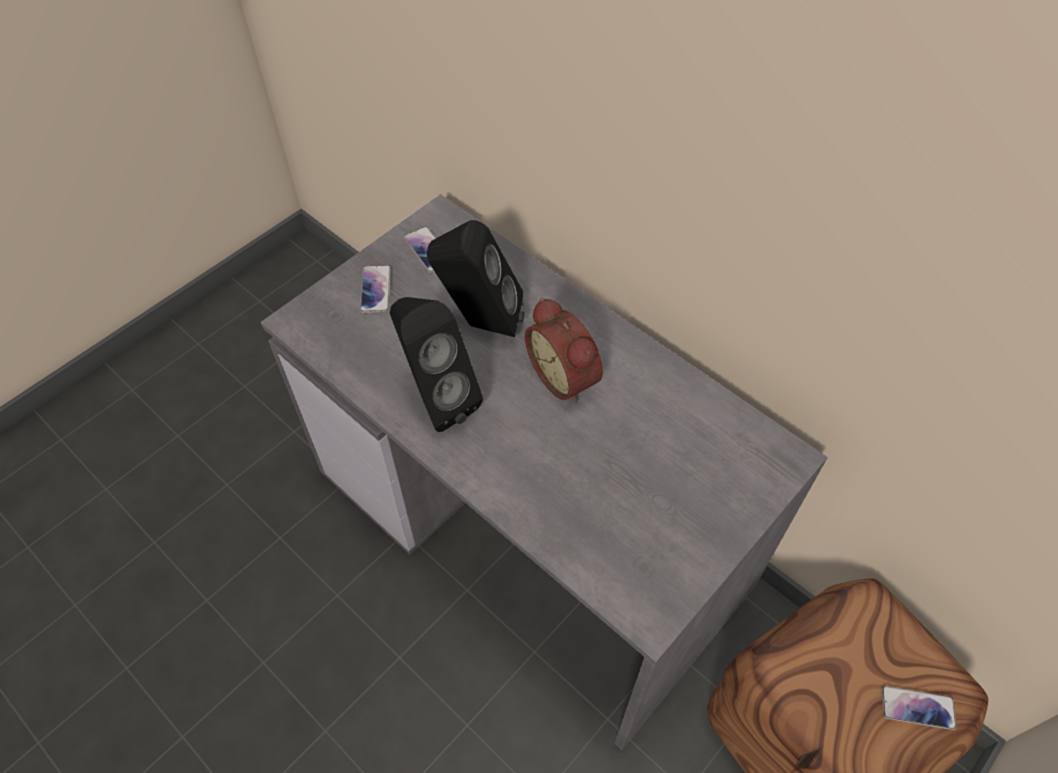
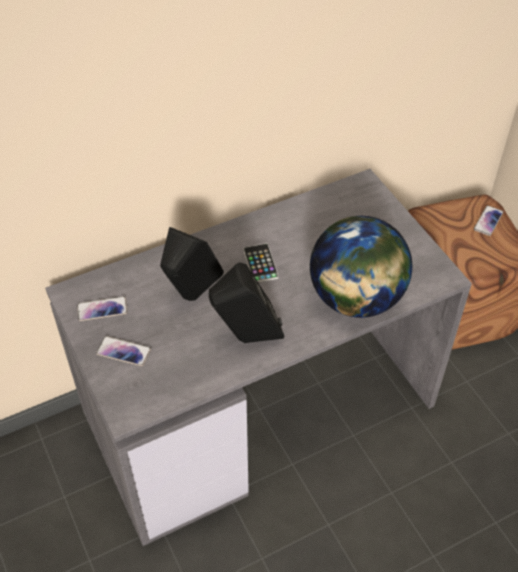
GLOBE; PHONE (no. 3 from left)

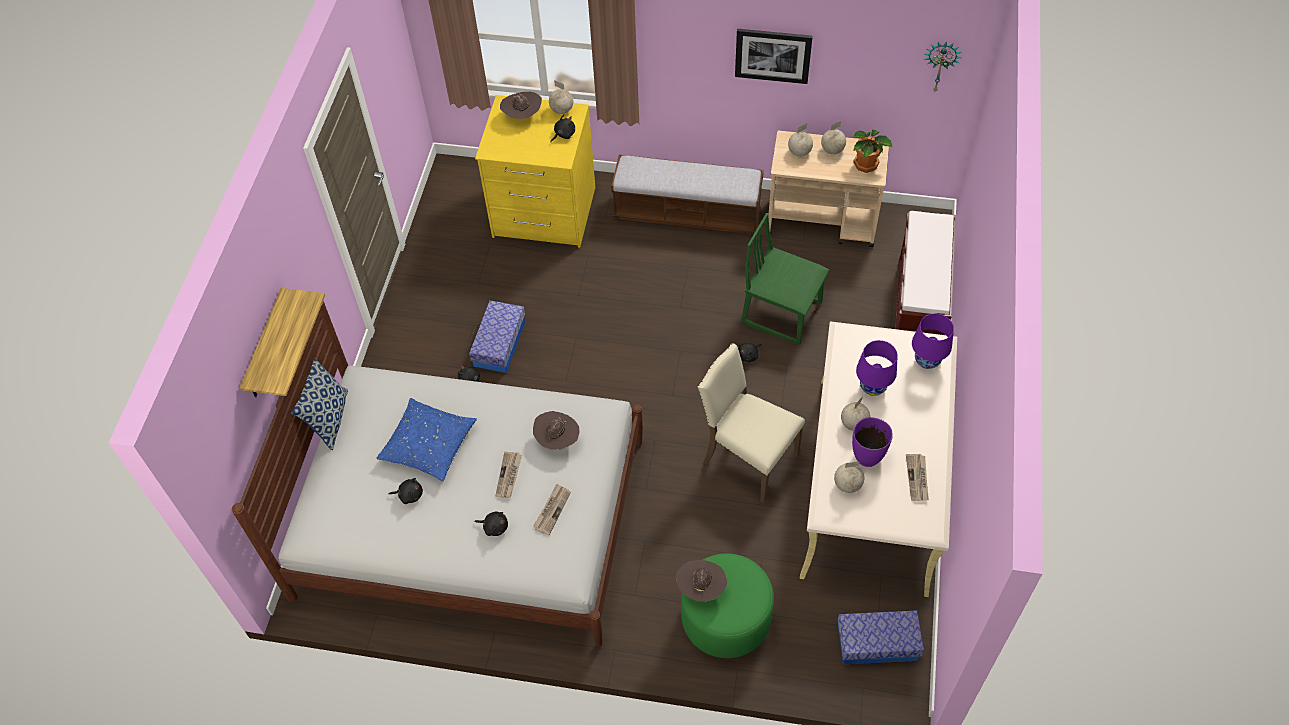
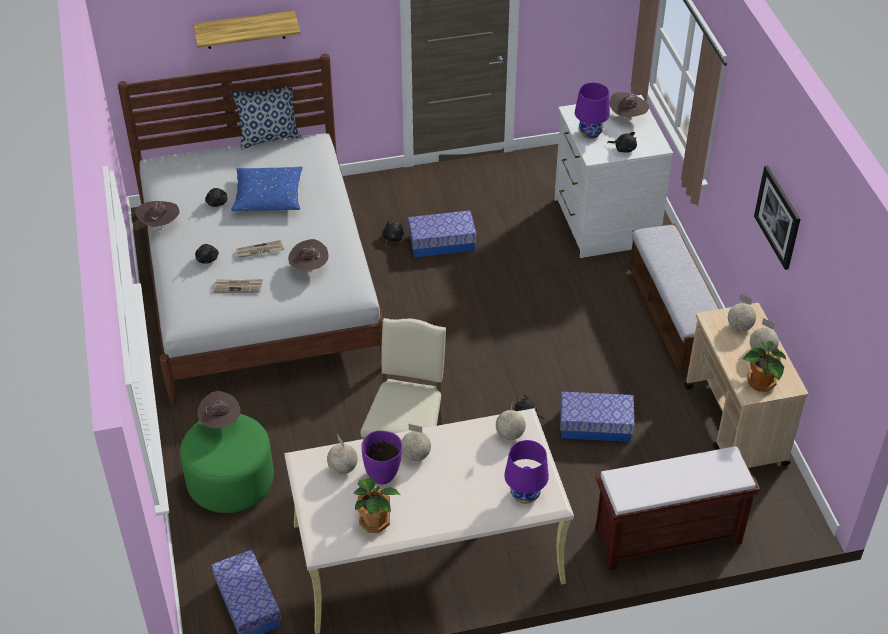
WALL CLOCK; BROWN HAT (no. 1 from left); GLOBE (no. 3 from left); PURPLE TABLE LAMP (no. 2 from left); STORAGE BOX (no. 3 from left); POTTED PLANT (no. 1 from left); WHITE DRESSER

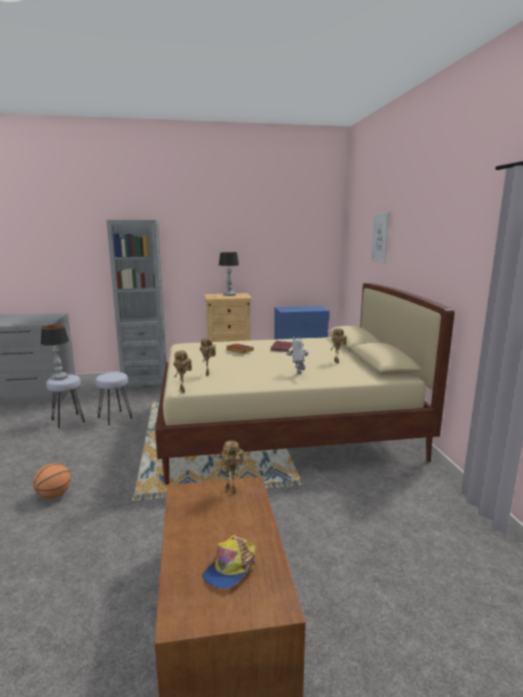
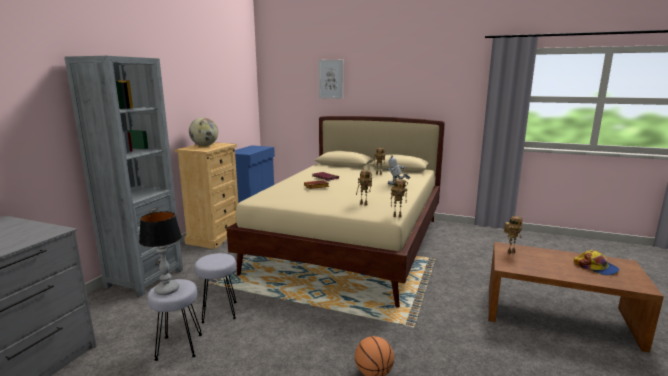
GLOBE

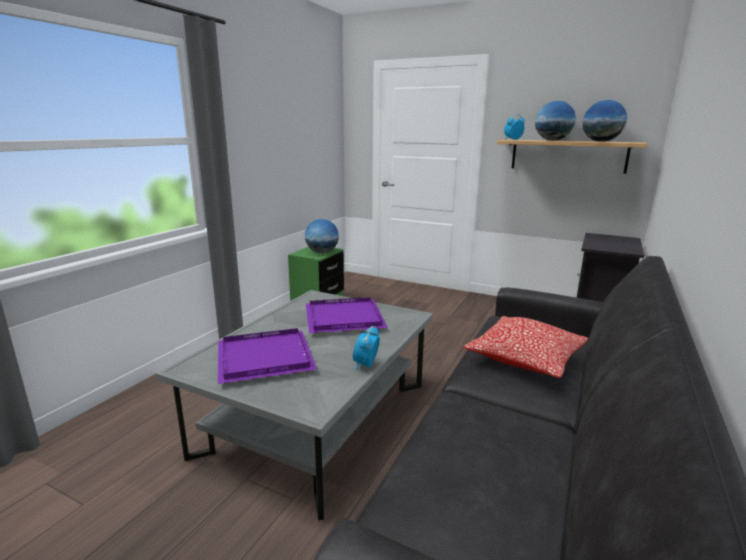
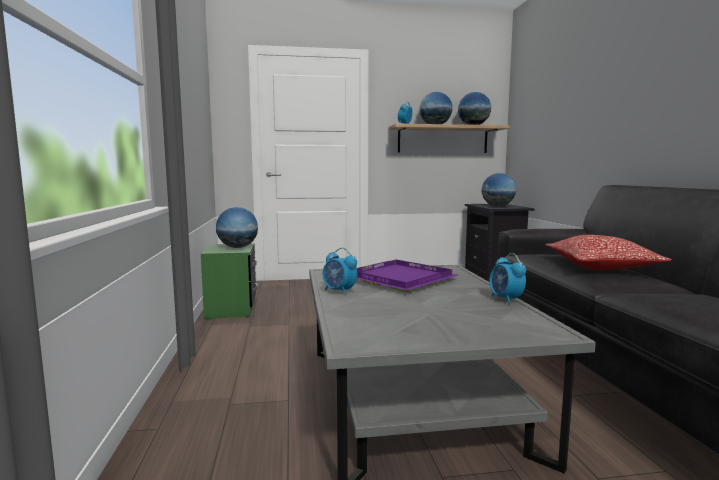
PURPLE TRAY (no. 1 from left in the first image); ALARM CLOCK (no. 1 from left); GLOBE (no. 4 from left)

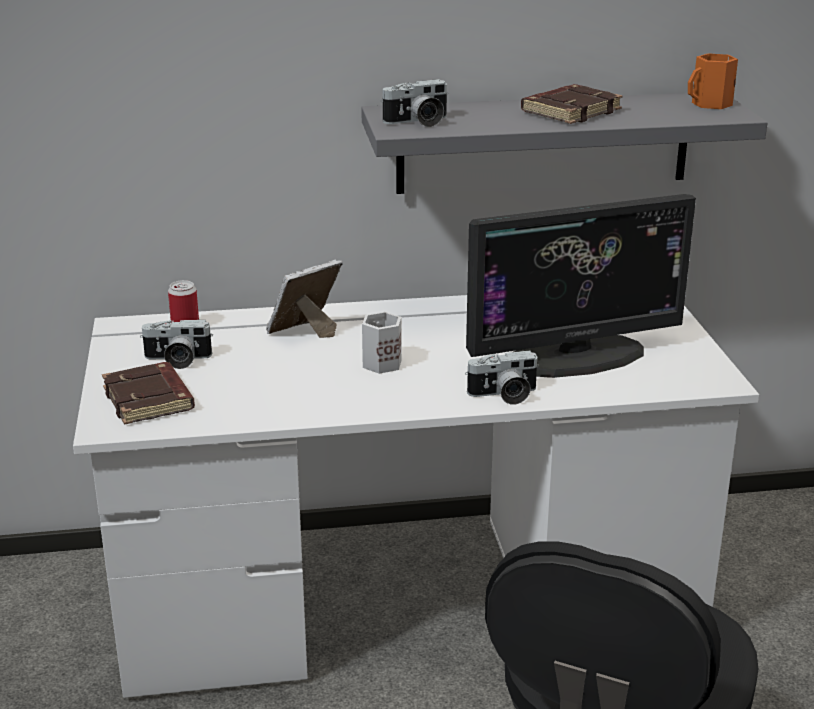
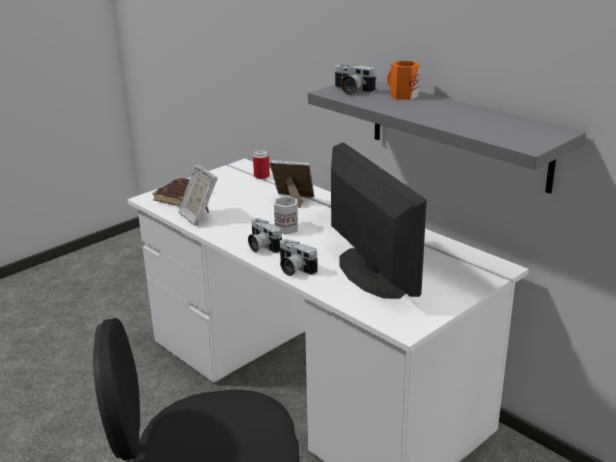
BROWN BOOK (no. 2 from left in the first image); PICTURE FRAME (no. 1 from left); PHOTO CAMERA (no. 1 from left); ORANGE MUG; MONITOR

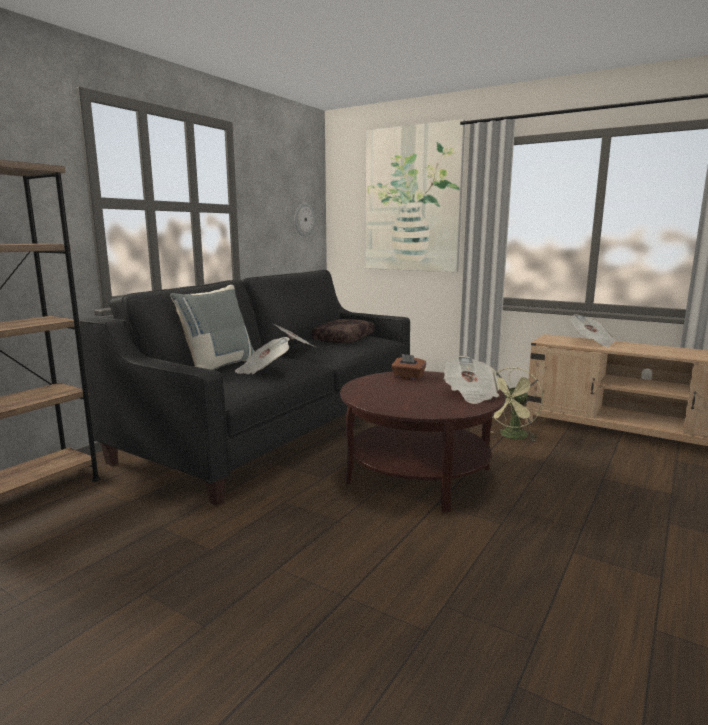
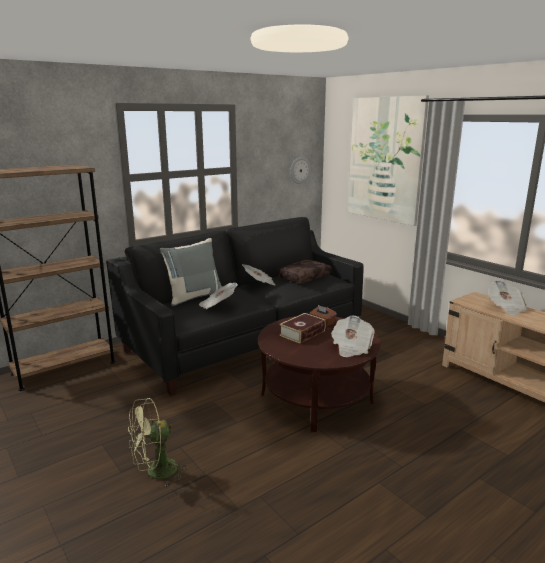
BOOK; GREEN FAN

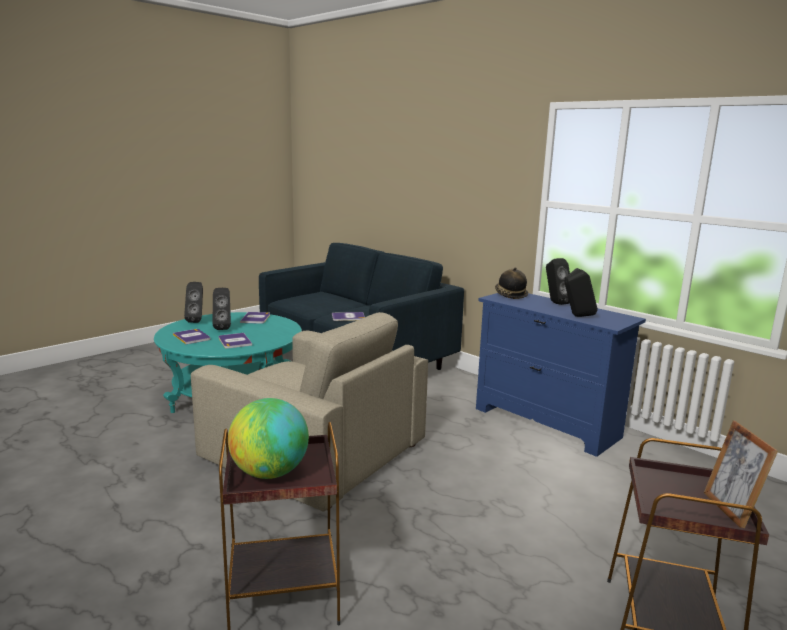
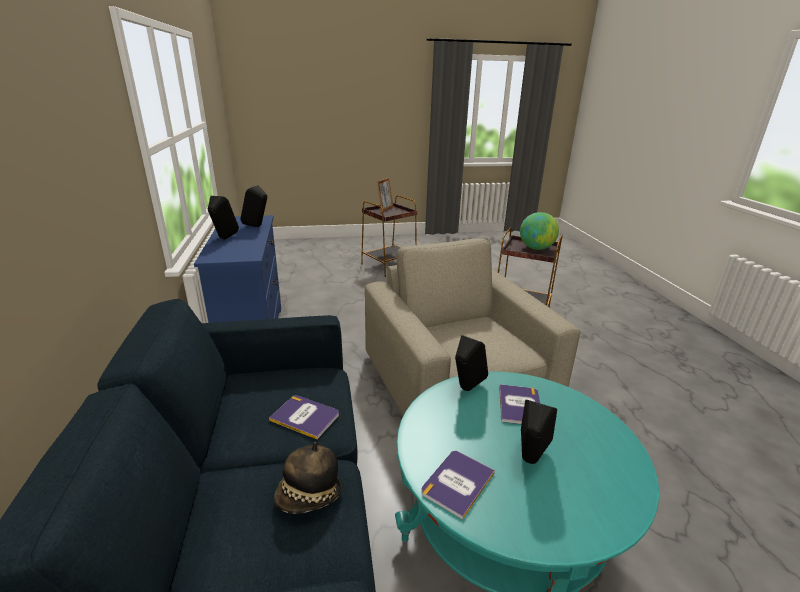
BOOK (no. 1 from left in the first image); BLACK SPEAKER (no. 3 from left); HAT

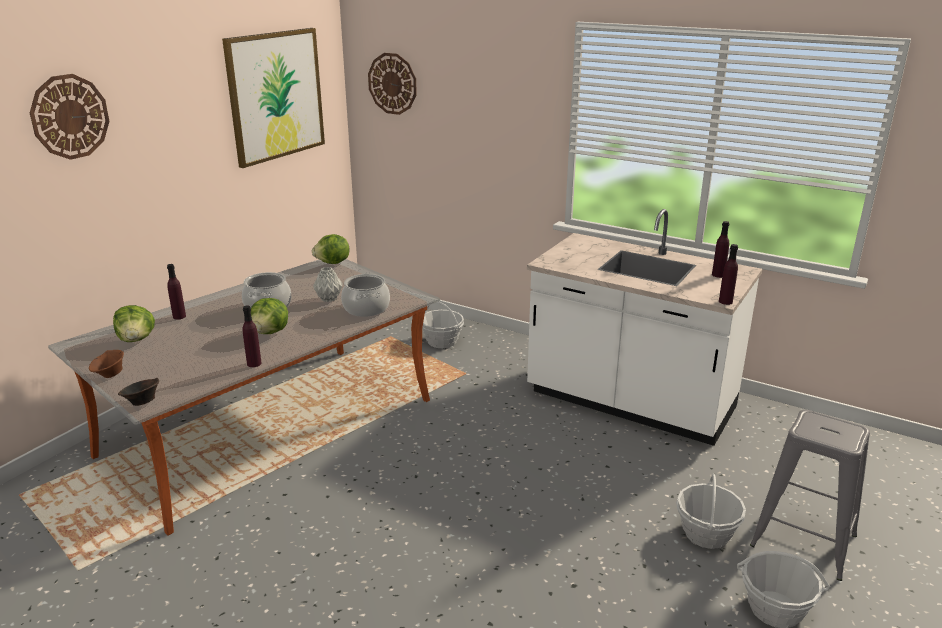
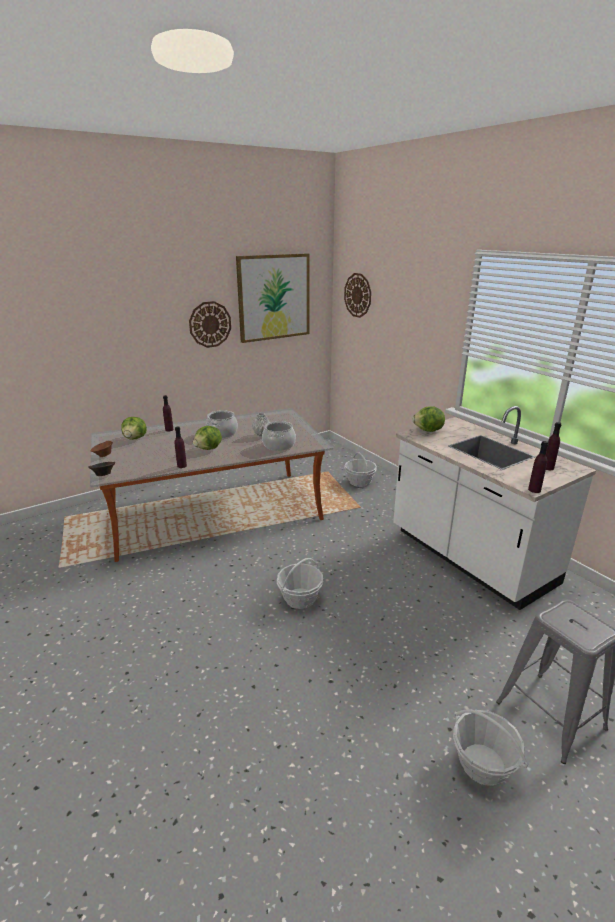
WALL CLOCK (no. 1 from left); LETTUCE (no. 3 from left); BASKET (no. 1 from left)

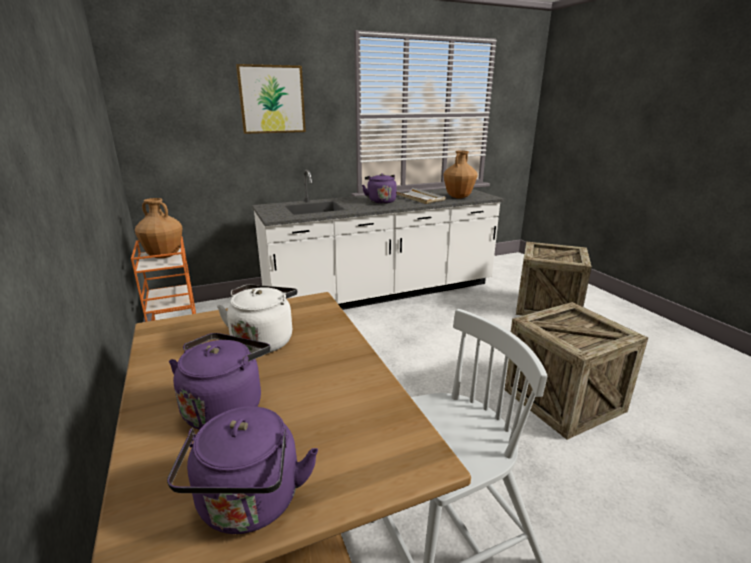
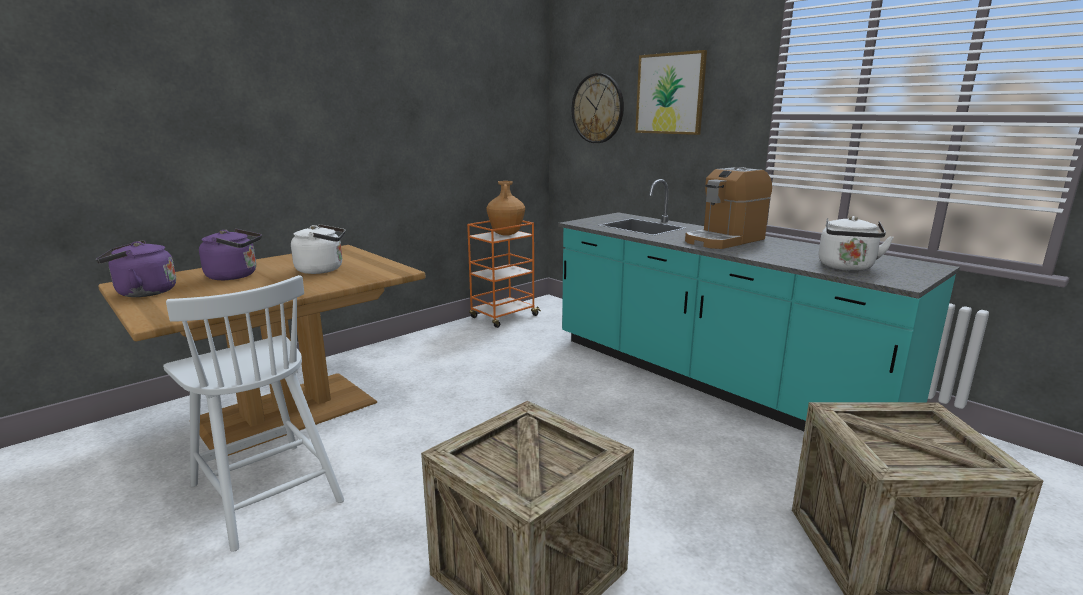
WHITE TRAY; WALL CLOCK; COFFEE MACHINE; WHITE KETTLE (no. 2 from left); TURQUOISE COUNTER

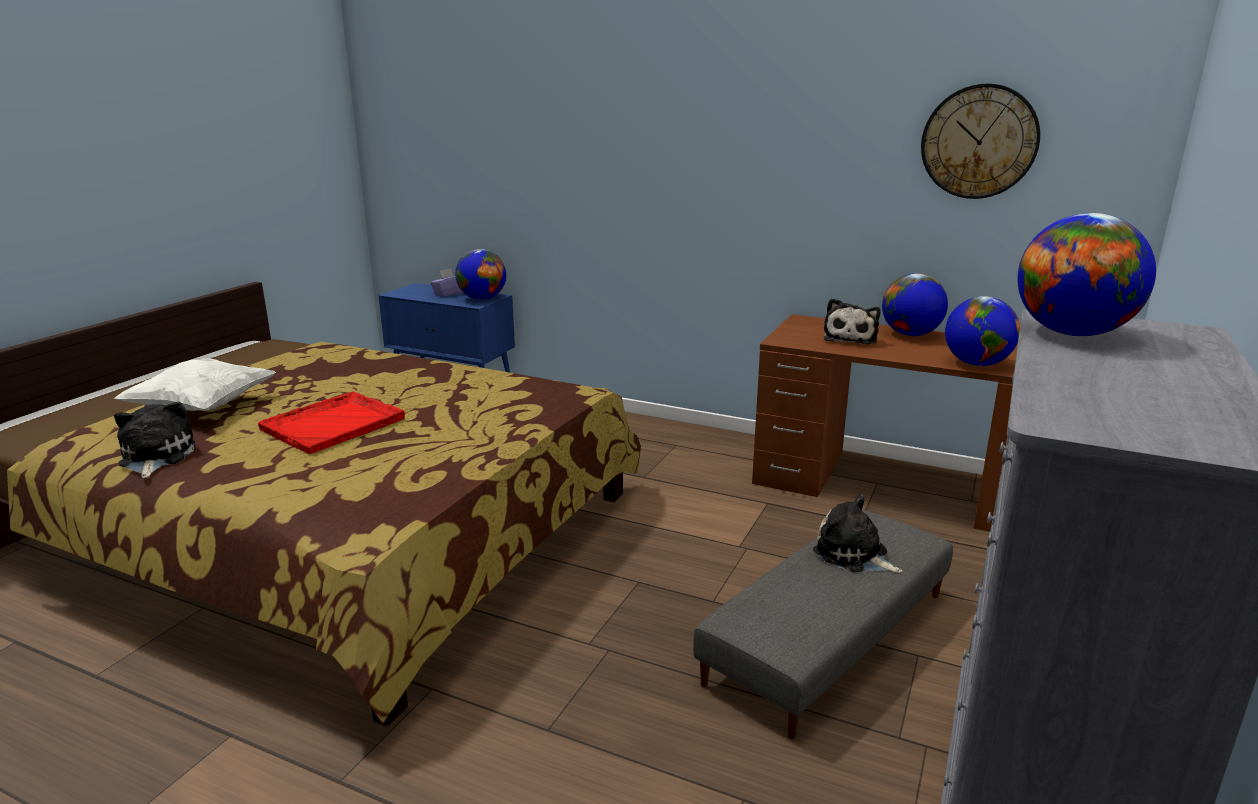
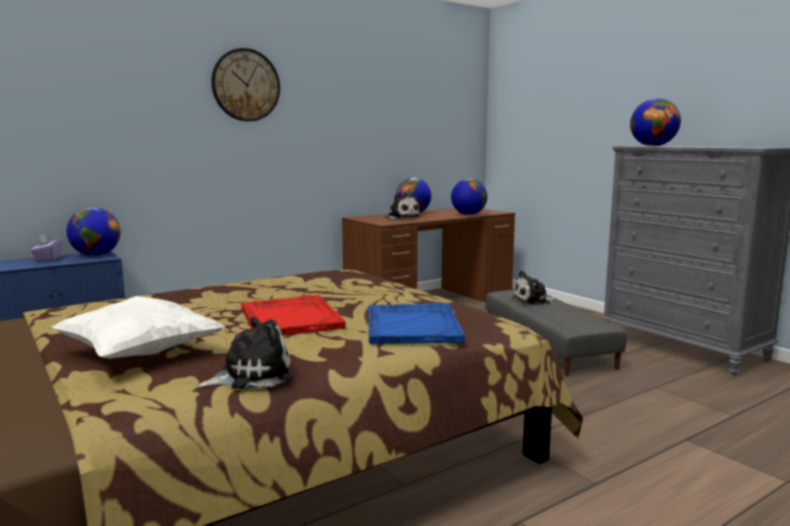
BLUE TRAY; WALL CLOCK; PLUSH TOY (no. 1 from left)

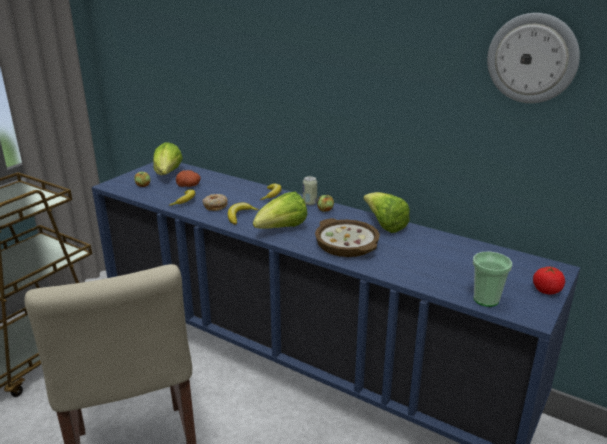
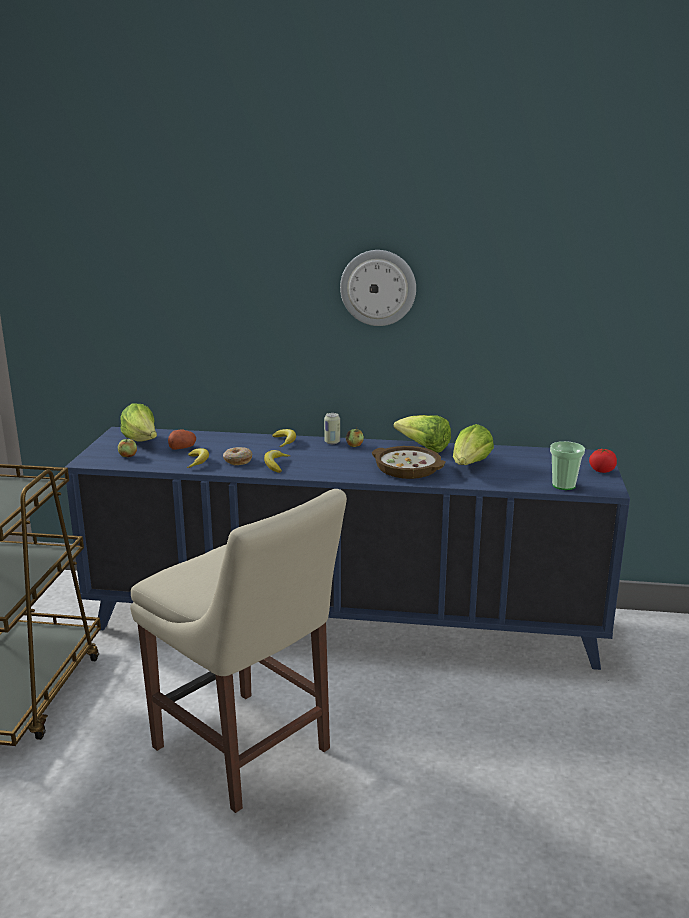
LETTUCE (no. 3 from left); WALL CLOCK

